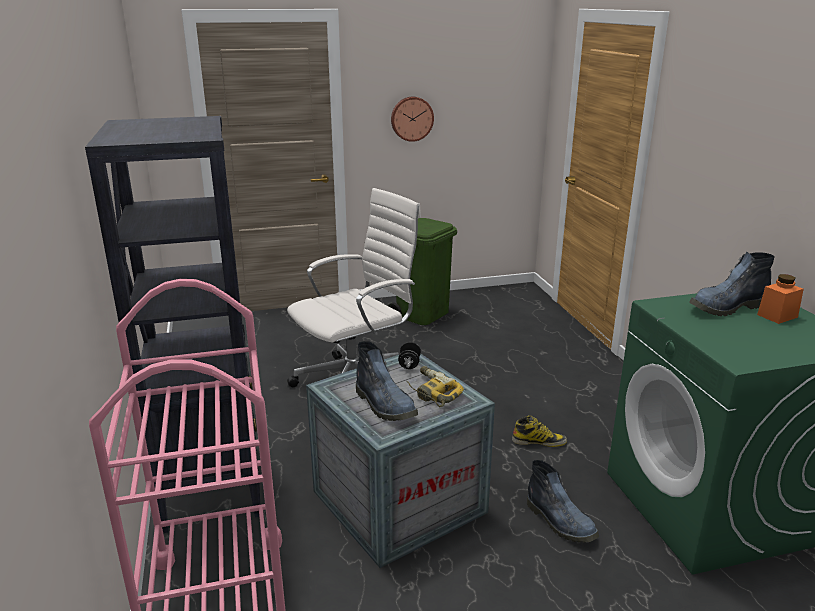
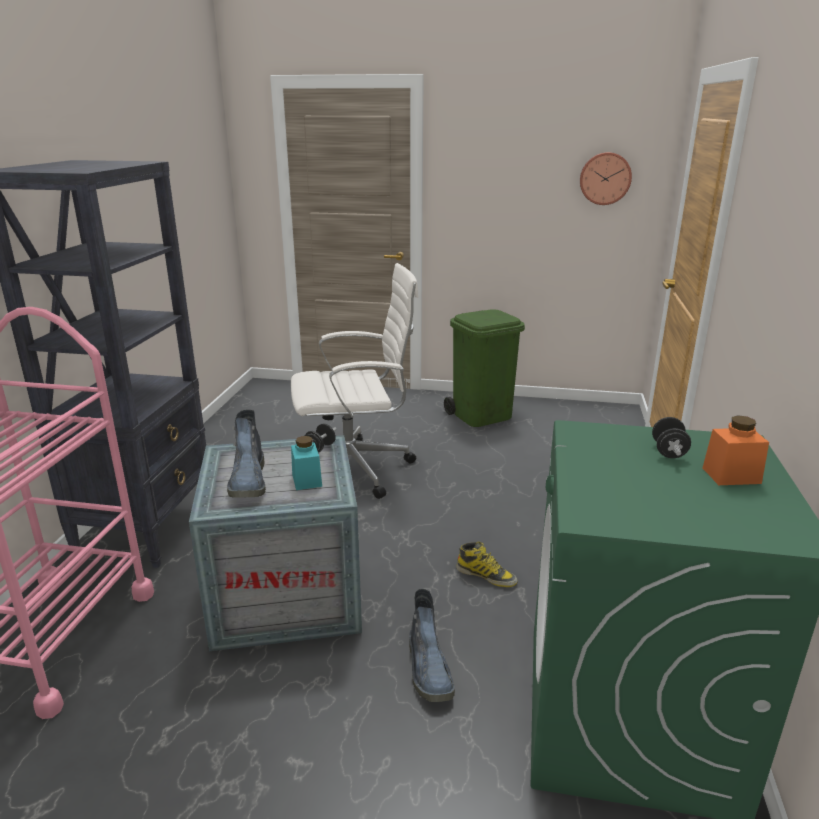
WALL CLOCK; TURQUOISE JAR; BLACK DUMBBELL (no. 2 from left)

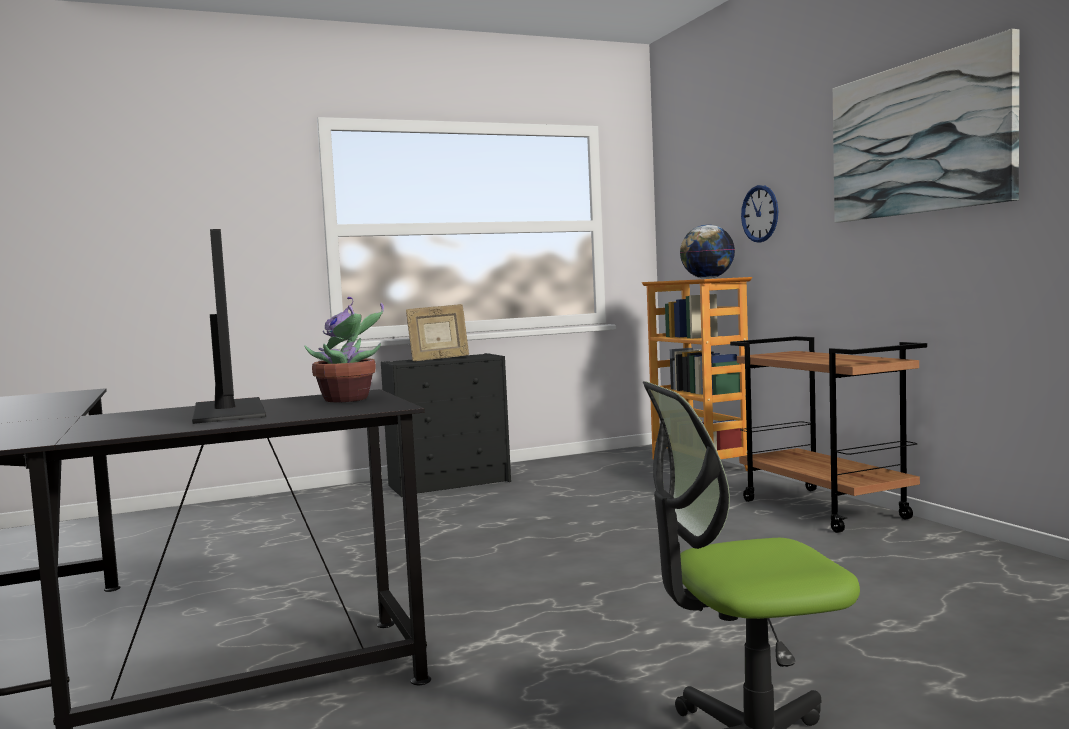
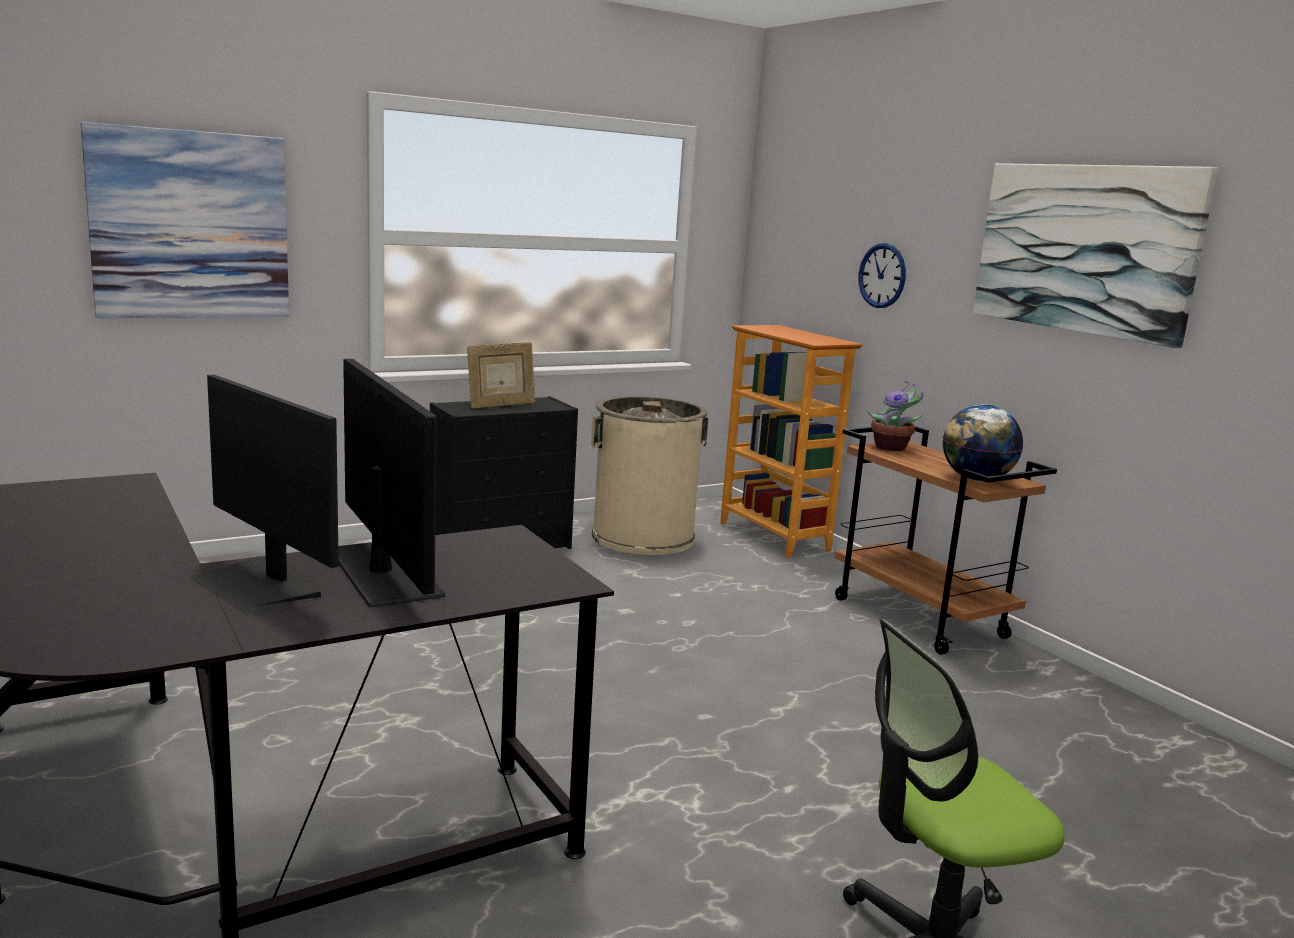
PICTURE (no. 1 from left); MONITOR (no. 1 from left); BEIGE TRASH CAN; POTTED PLANT; GLOBE

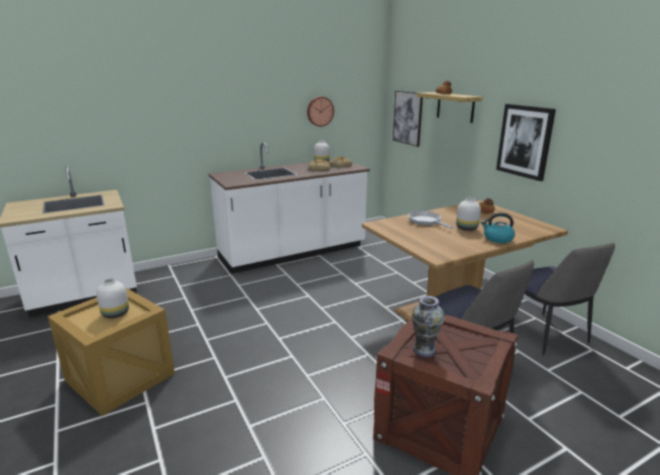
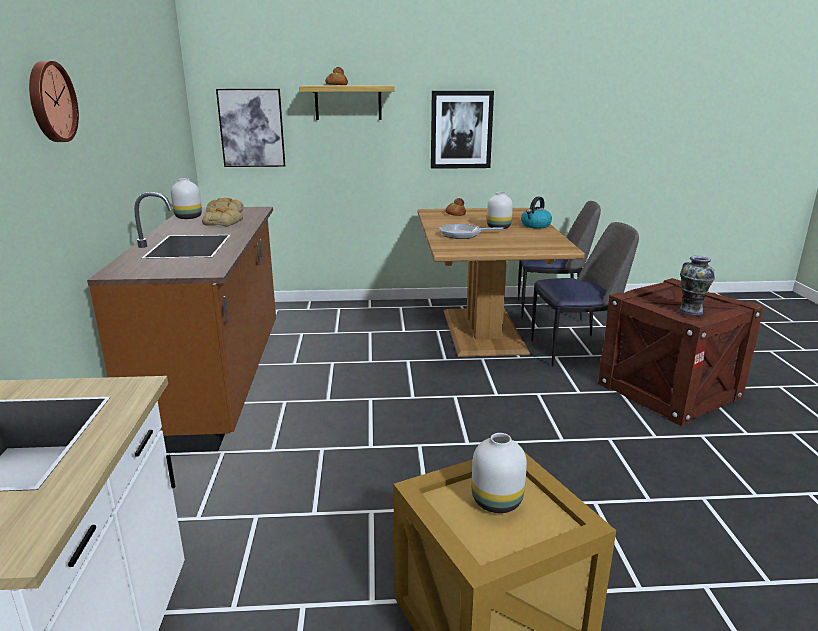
WALL CLOCK; BROWN COUNTER

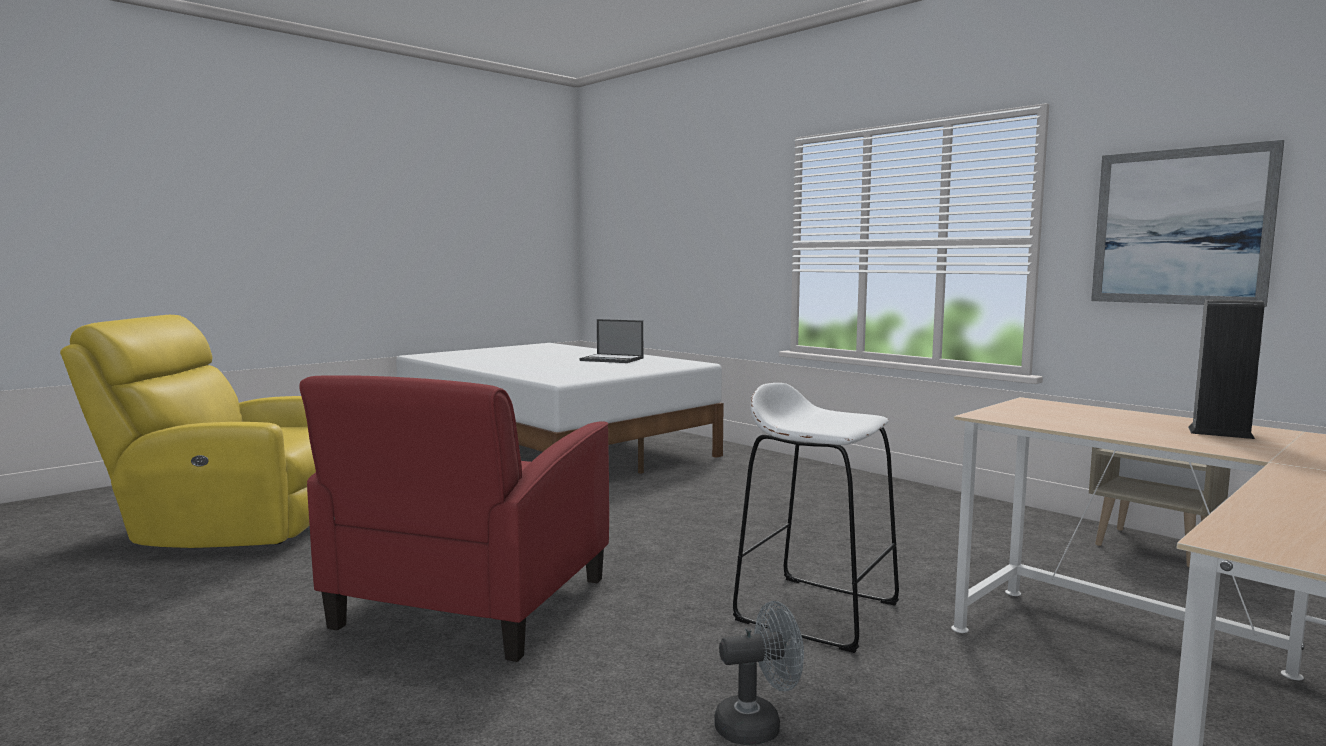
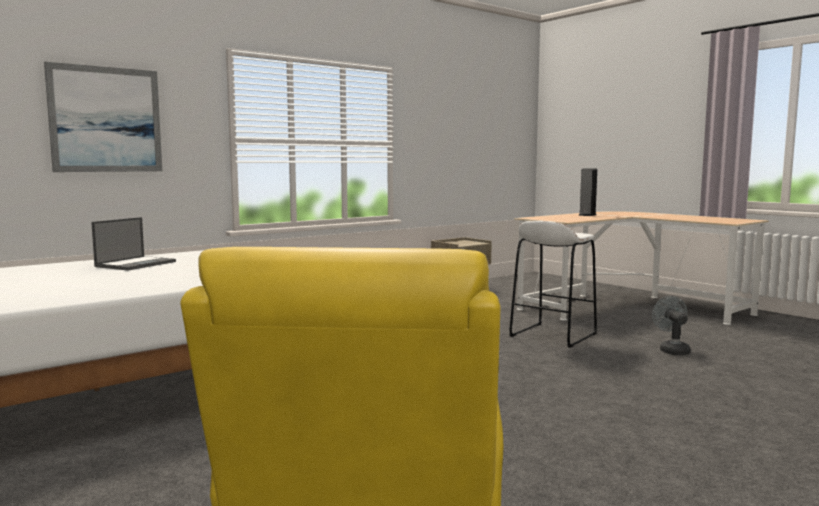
RED ARMCHAIR; PICTURE

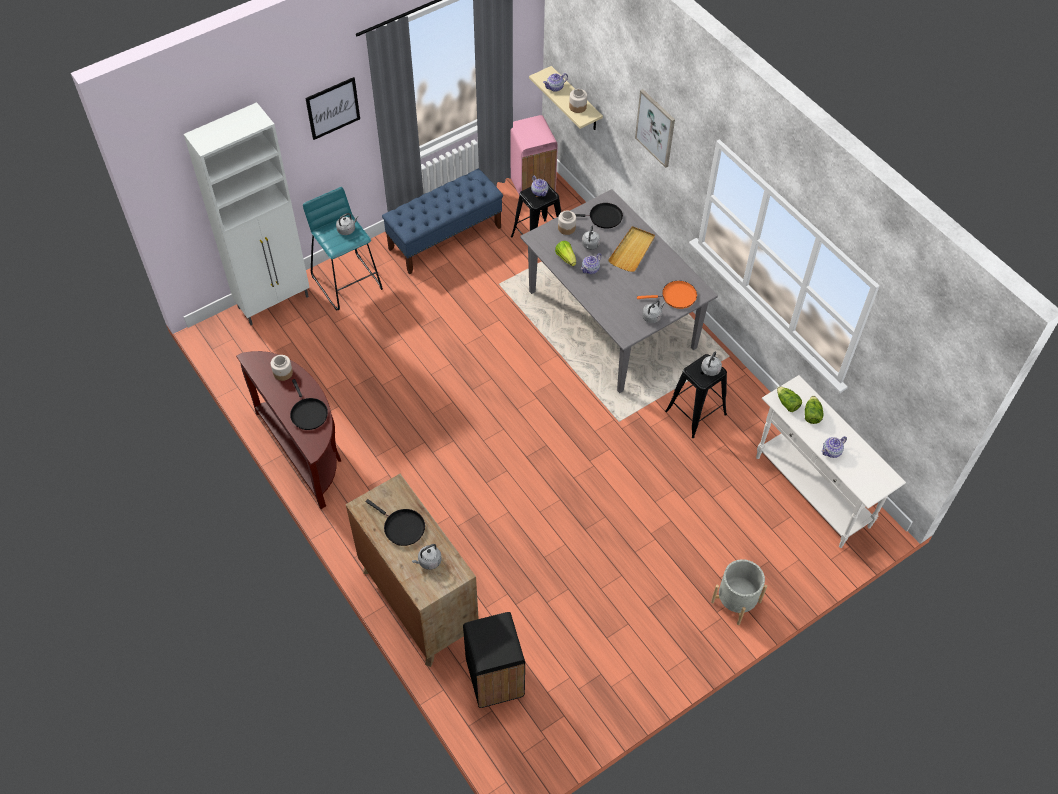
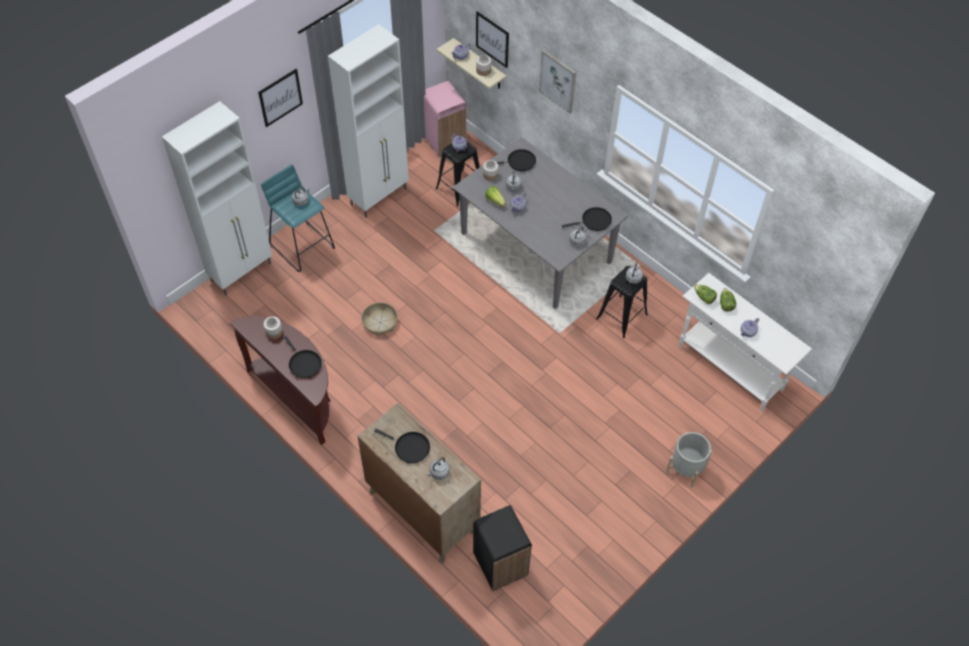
BEIGE TRAY; BASKET; PICTURE (no. 2 from left); WHITE CABINET (no. 2 from left); BLACK FRYING PAN (no. 4 from left)

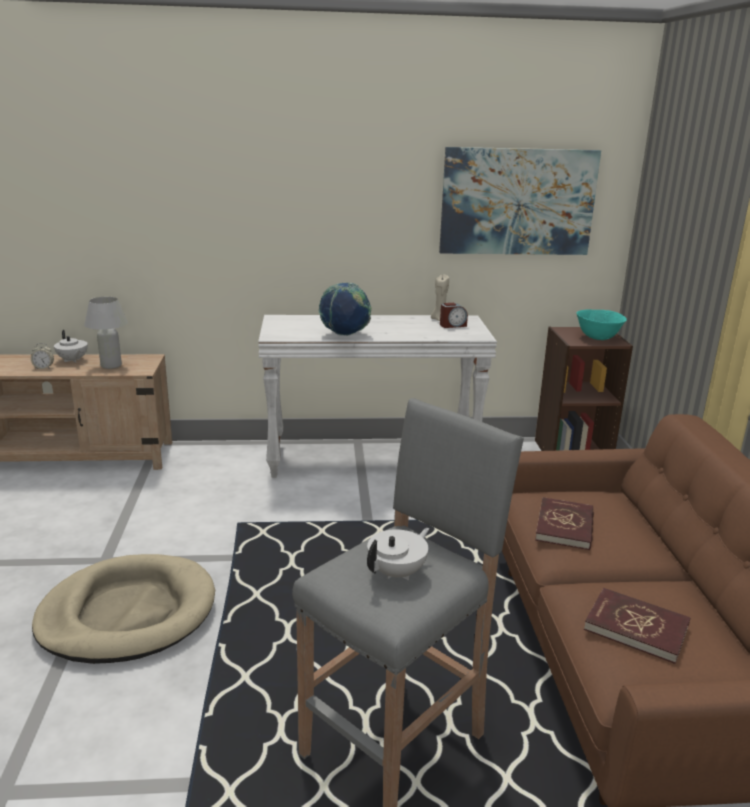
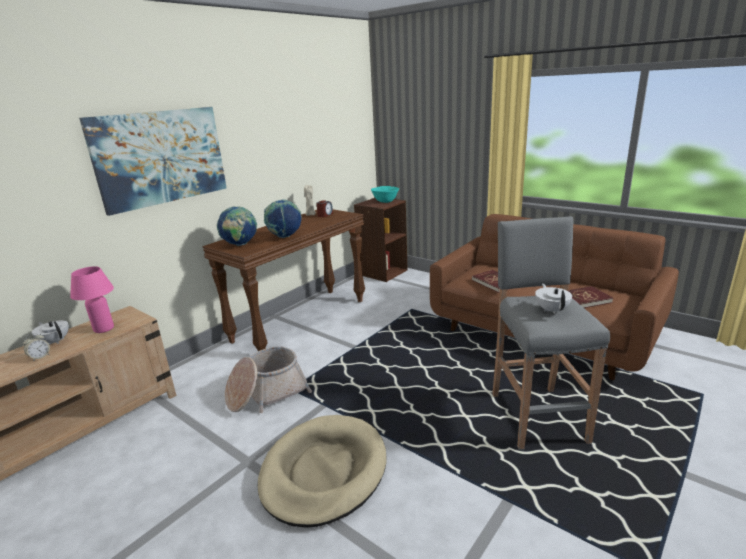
GLOBE (no. 1 from left); BASKET; PICTURE; PINK TABLE LAMP; BROWN CONSOLE TABLE; WHITE TEAPOT (no. 1 from left)

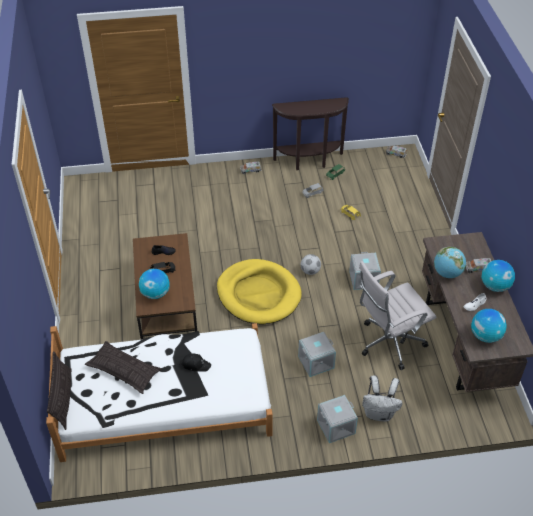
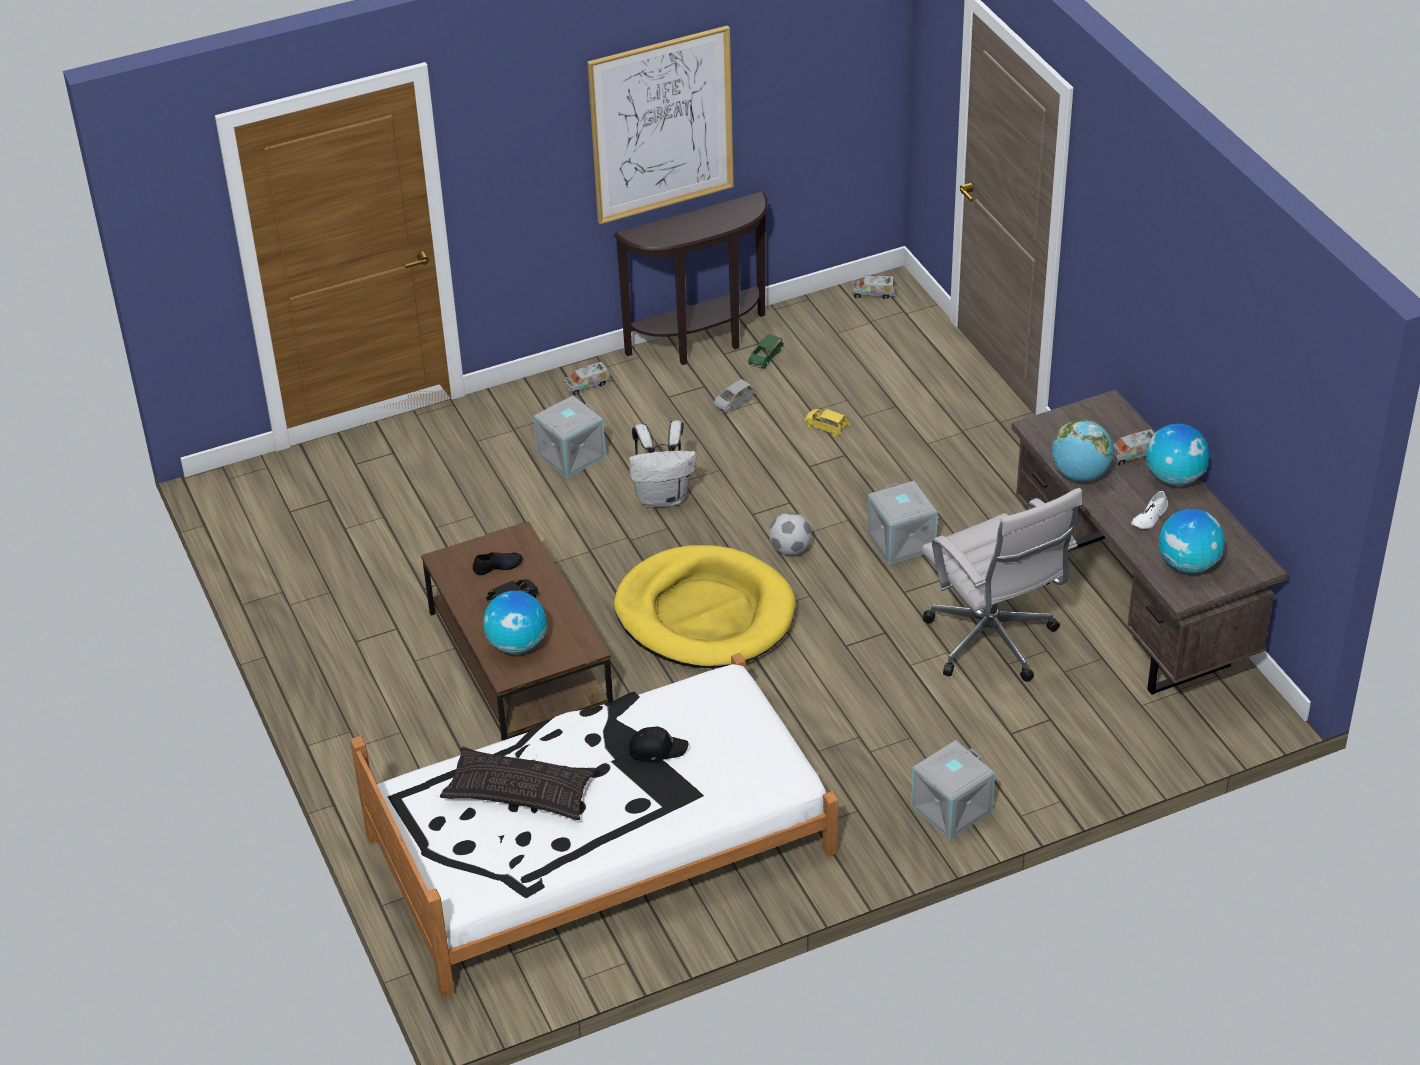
PILLOW (no. 1 from left in the first image); PICTURE; GREY STORAGE BOX (no. 1 from left); WHITE BACKPACK; WHITE OFFICE CHAIR

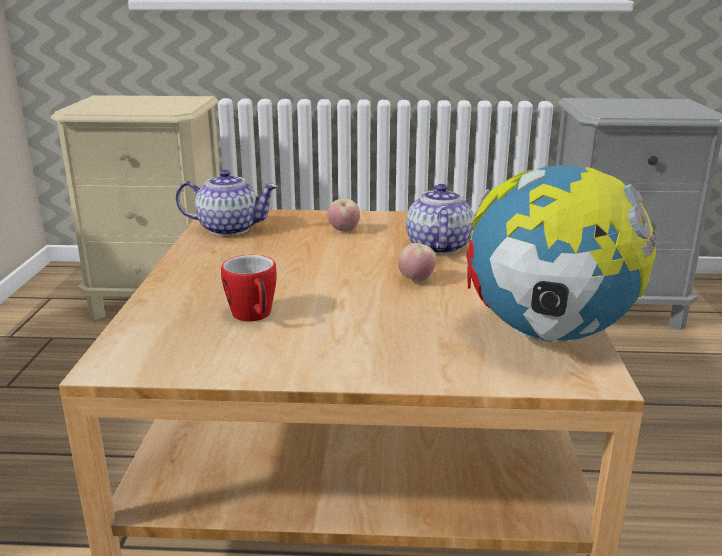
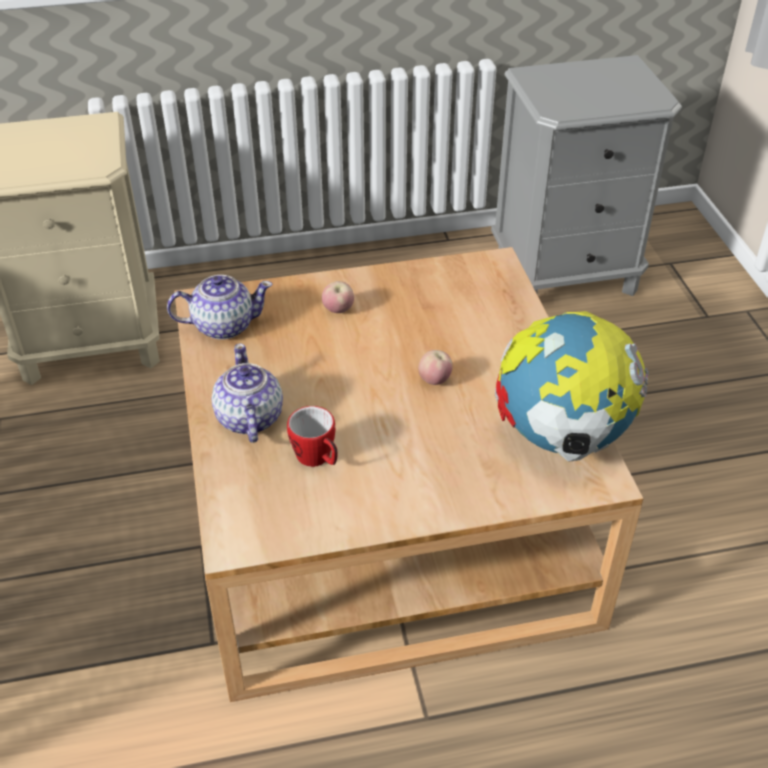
TEAPOT (no. 2 from left)

